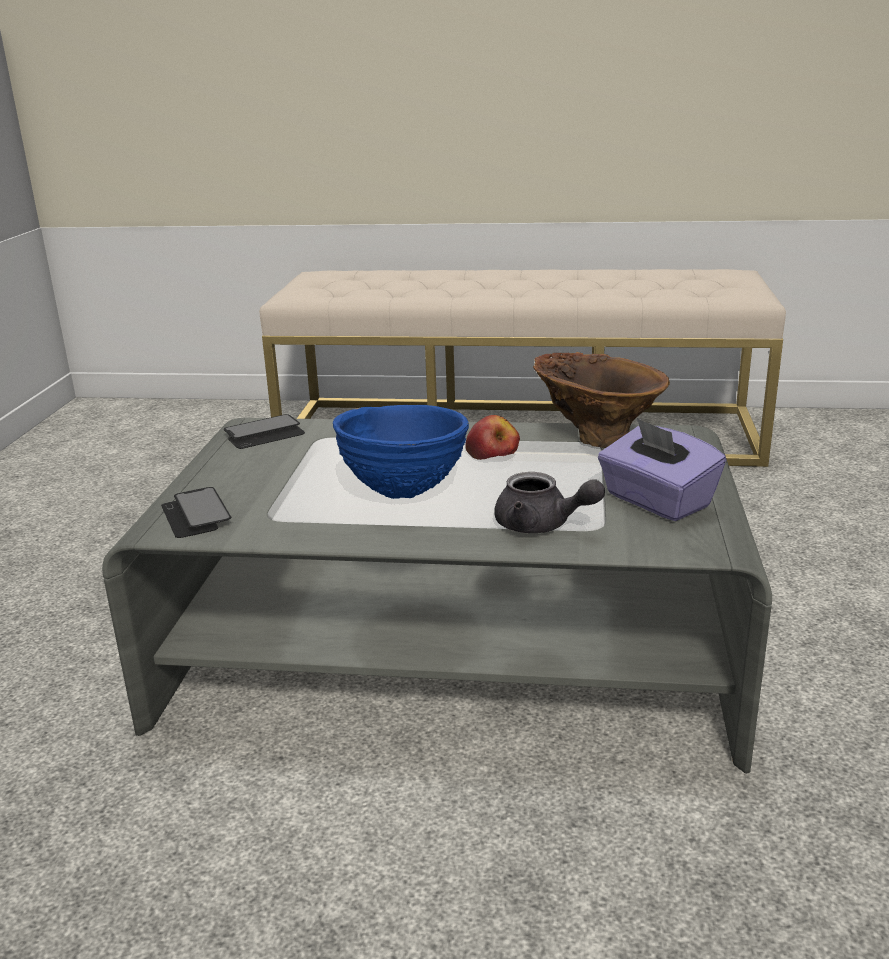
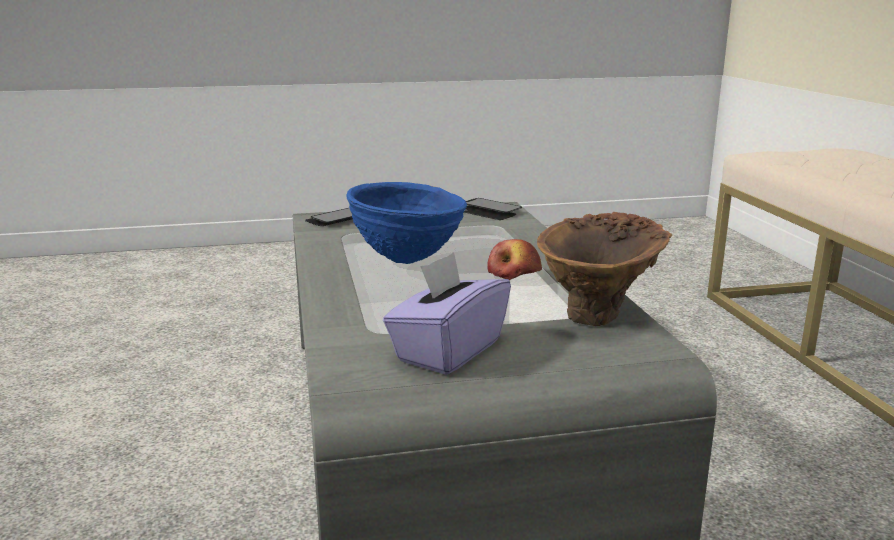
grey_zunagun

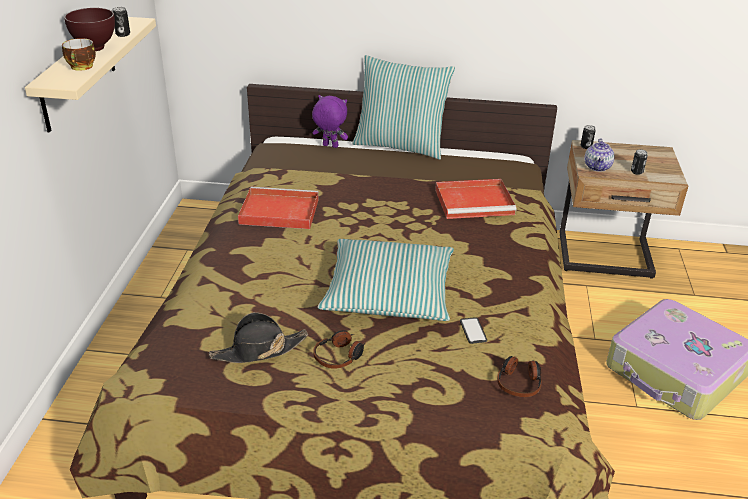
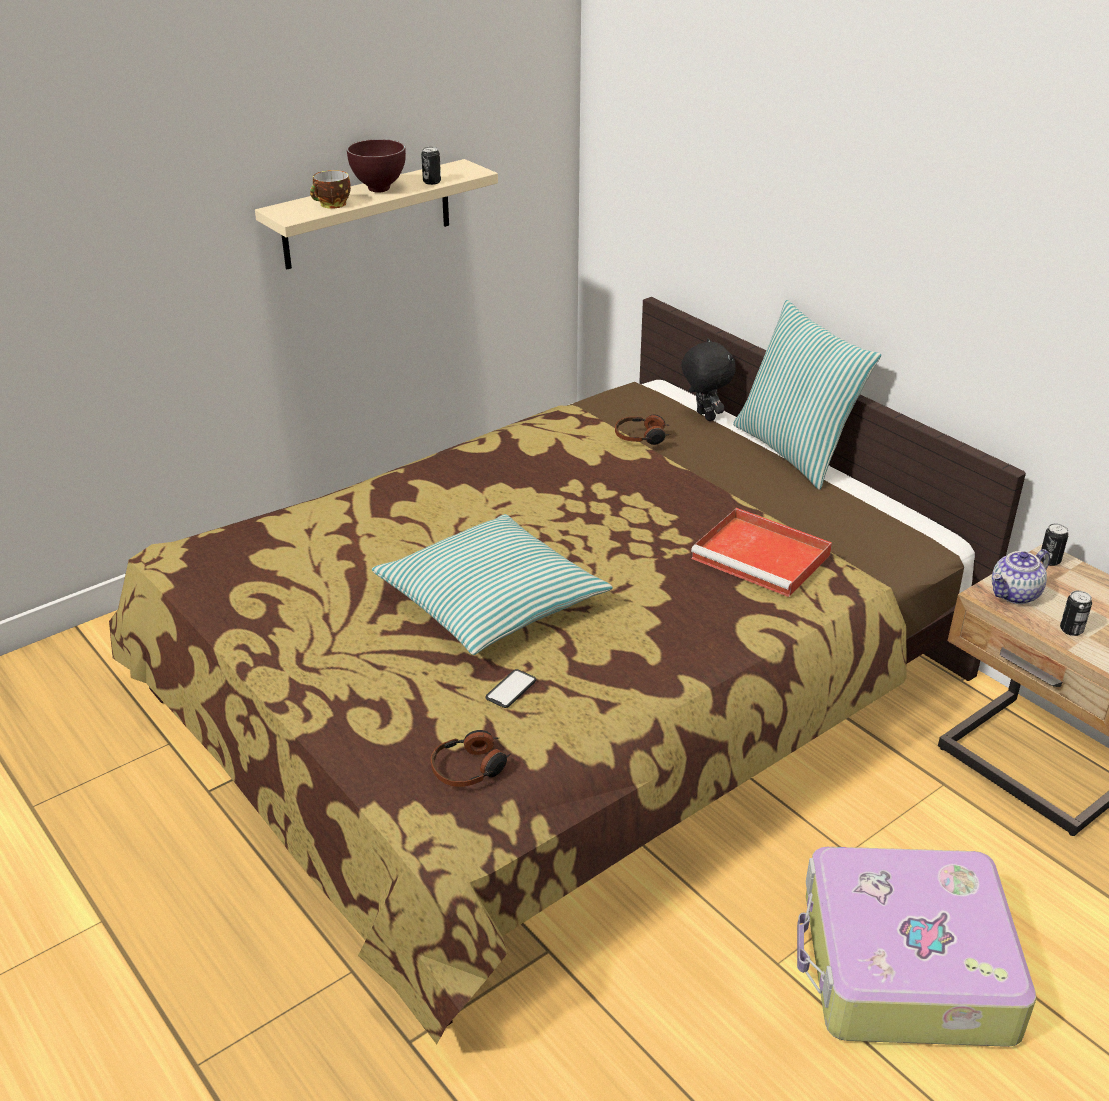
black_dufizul
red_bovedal (1st from left in the first image)
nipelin (2nd from left)
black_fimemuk

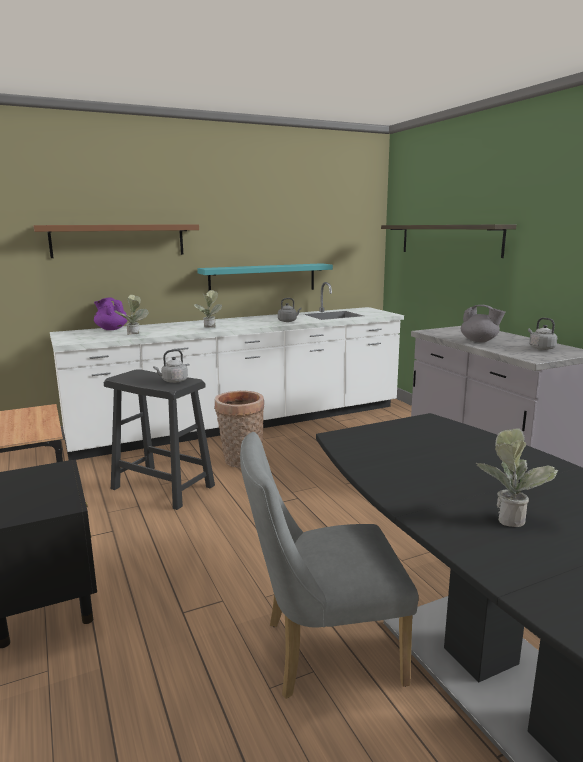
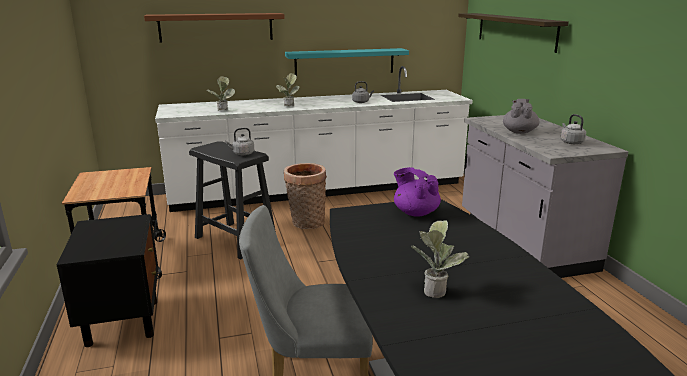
purple_zunagun
grey_zunagun

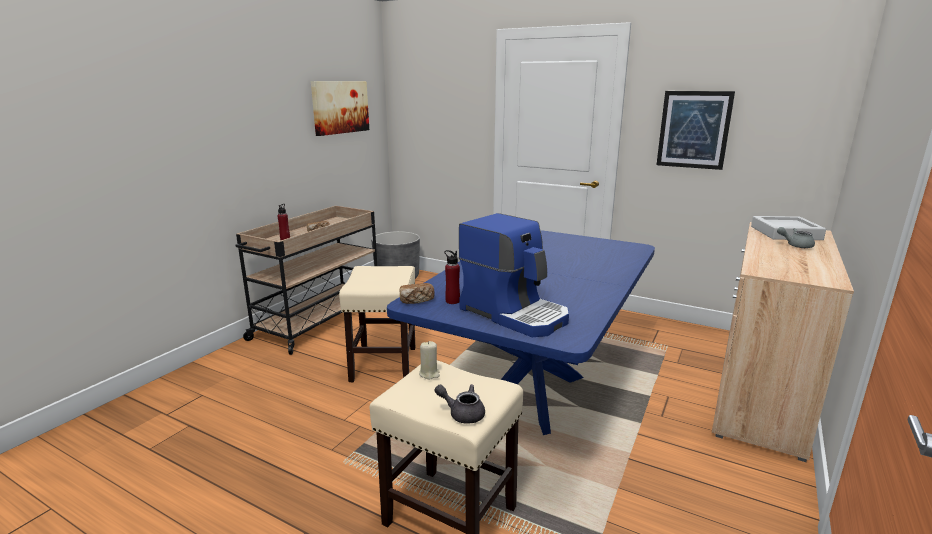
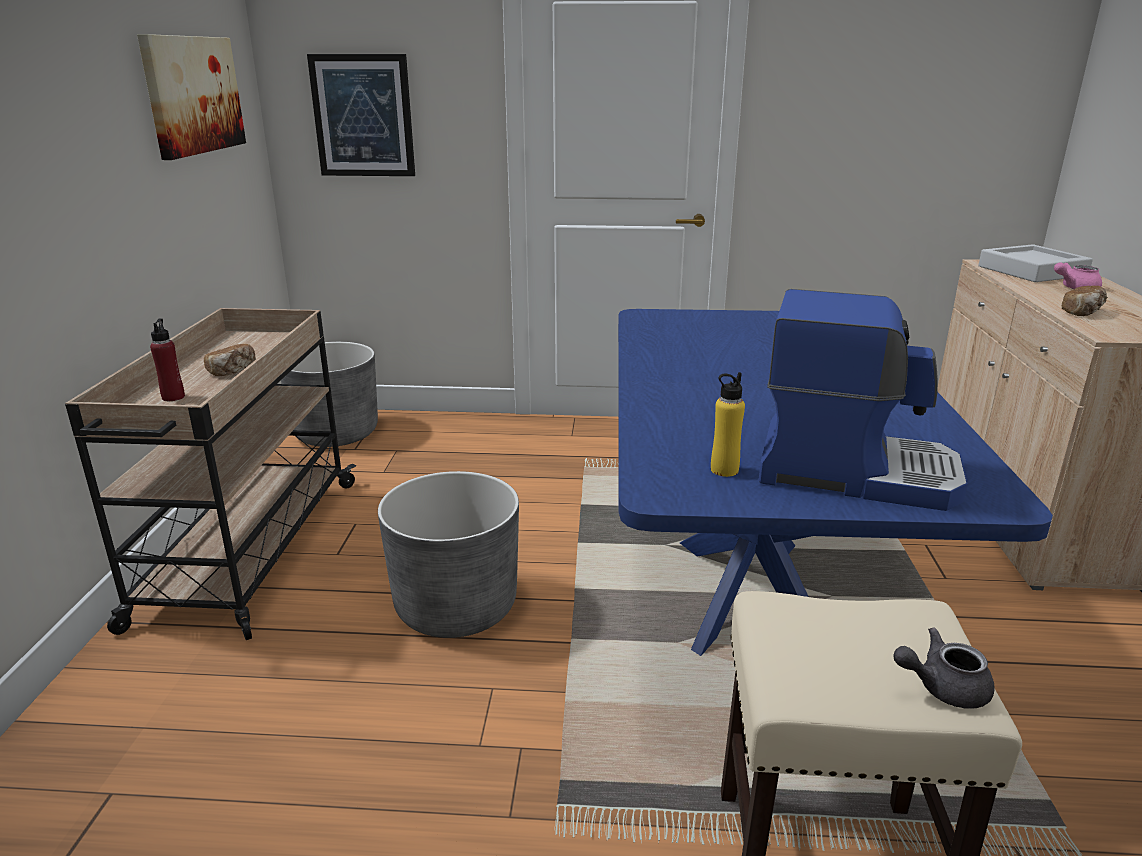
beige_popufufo
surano (2nd from left)
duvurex (2nd from left)
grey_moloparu (2nd from left)
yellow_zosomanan
pink_zunagun

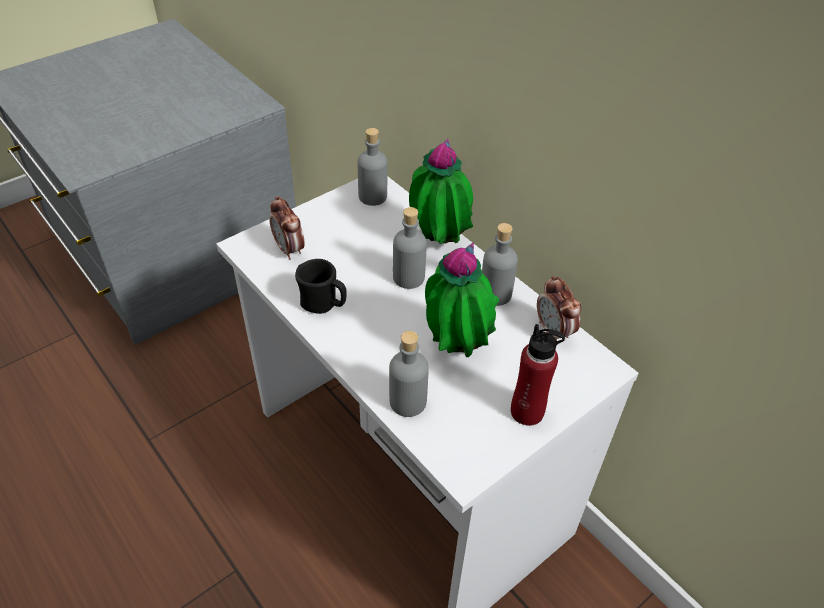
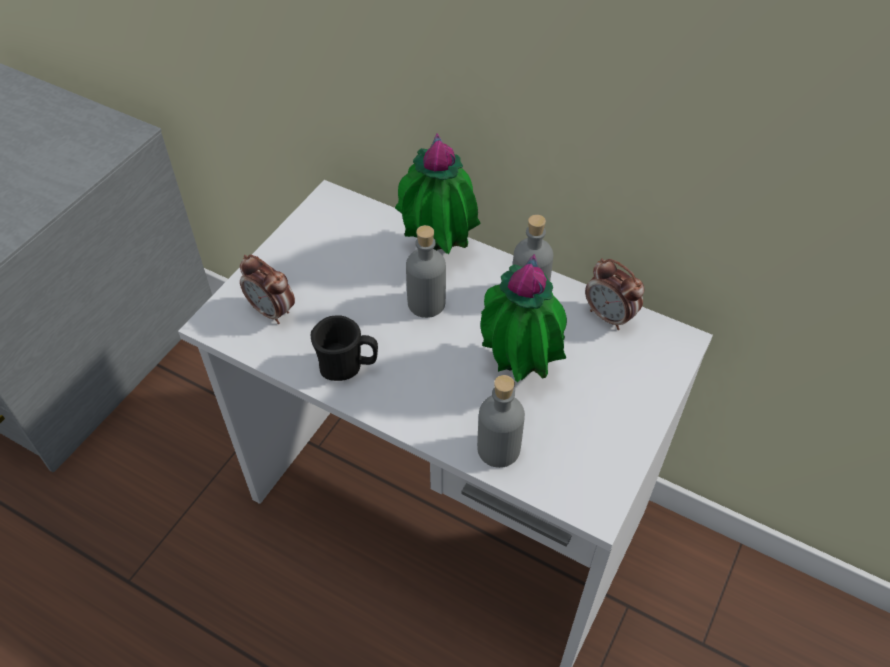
grey_zosomanan (1st from left in the first image)
red_zosomanan

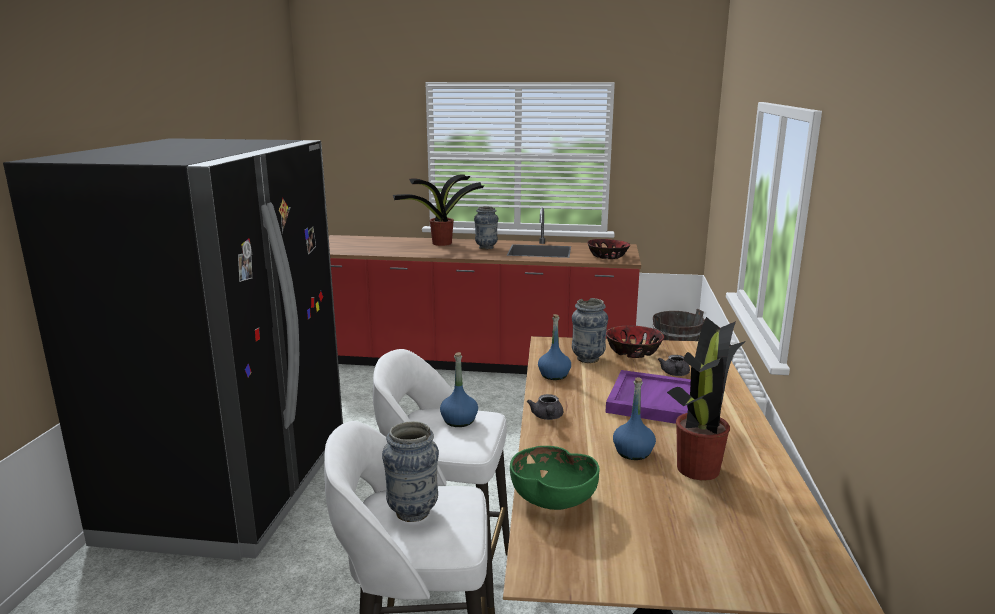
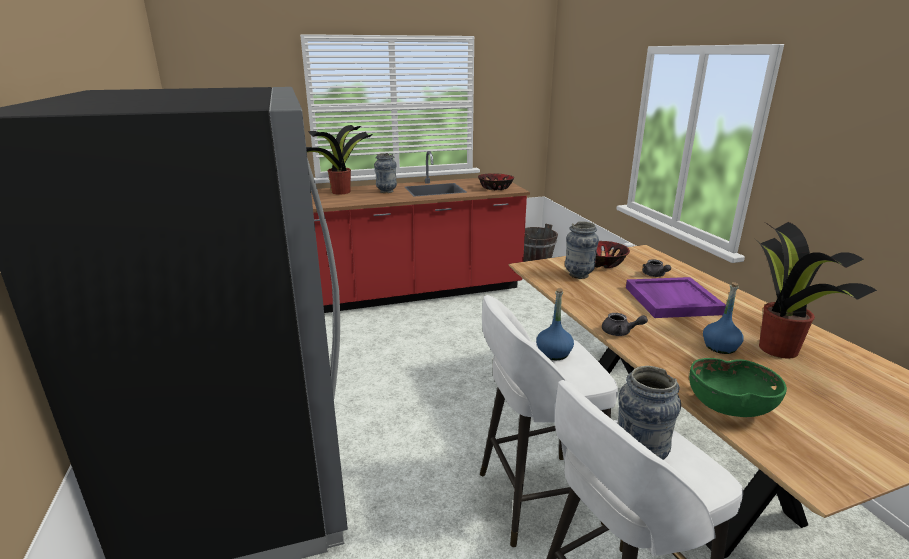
blue_zosomanan (2nd from left in the first image)
grey_zunagun (1st from left)

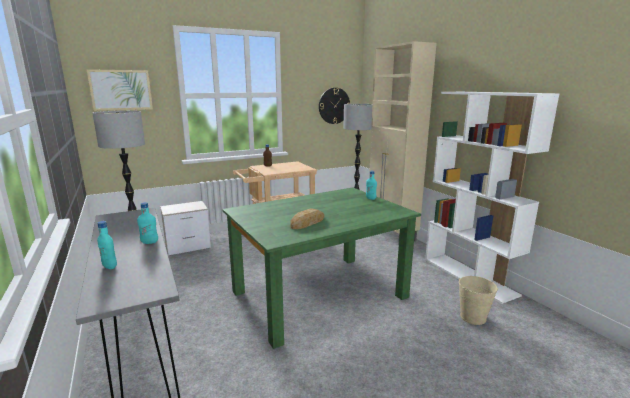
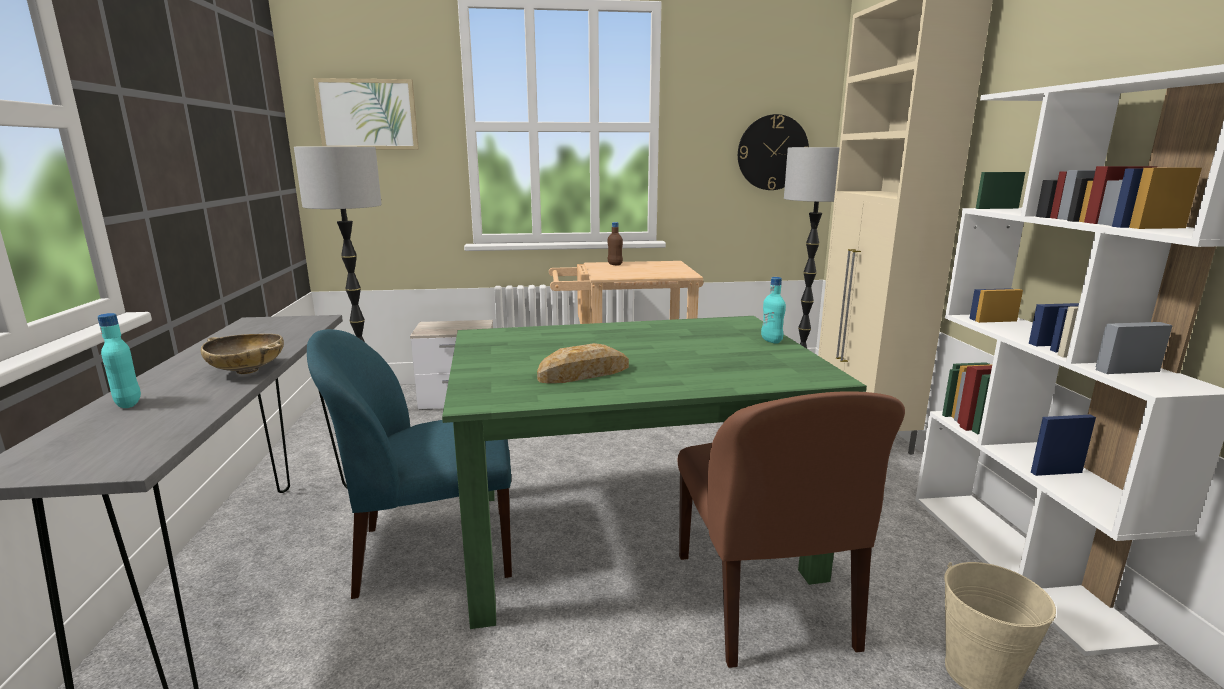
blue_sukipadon
brown_sukipadon
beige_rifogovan

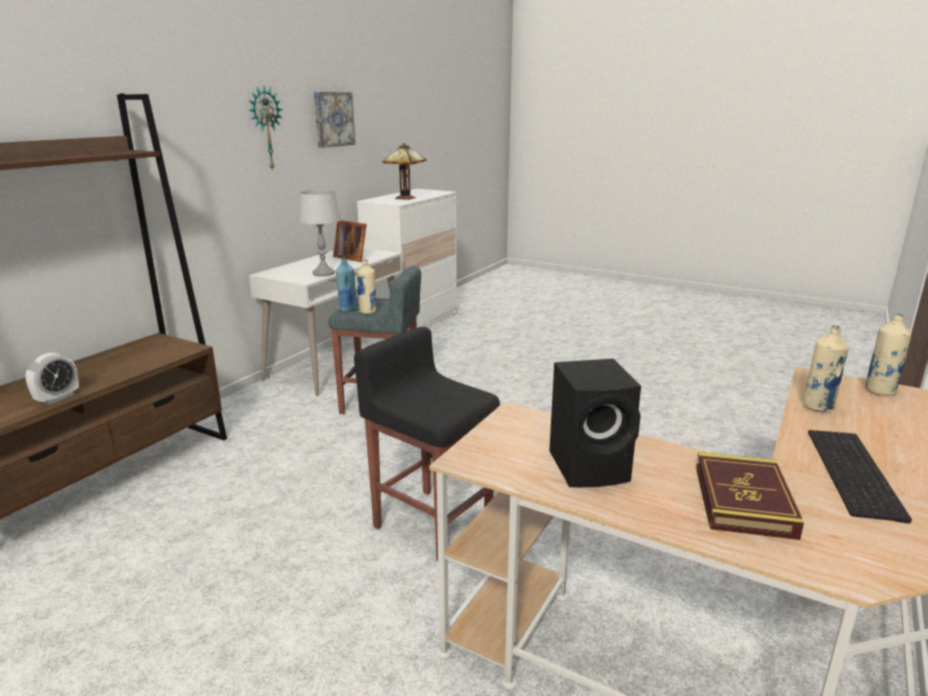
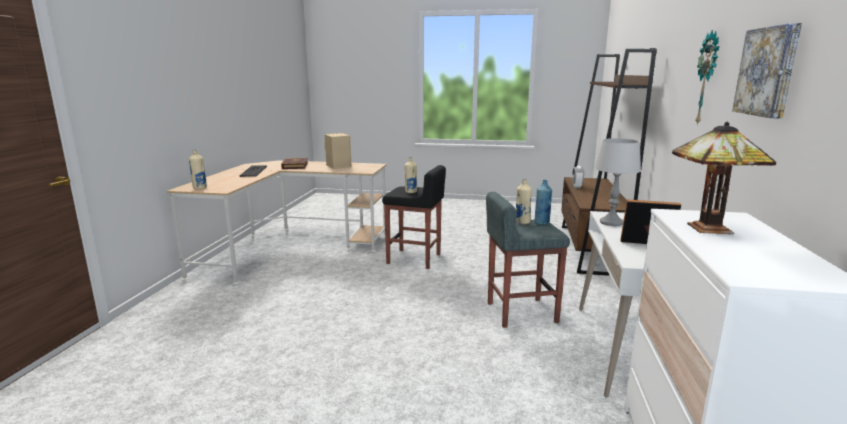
beige_zosomanan (2nd from left)
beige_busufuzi

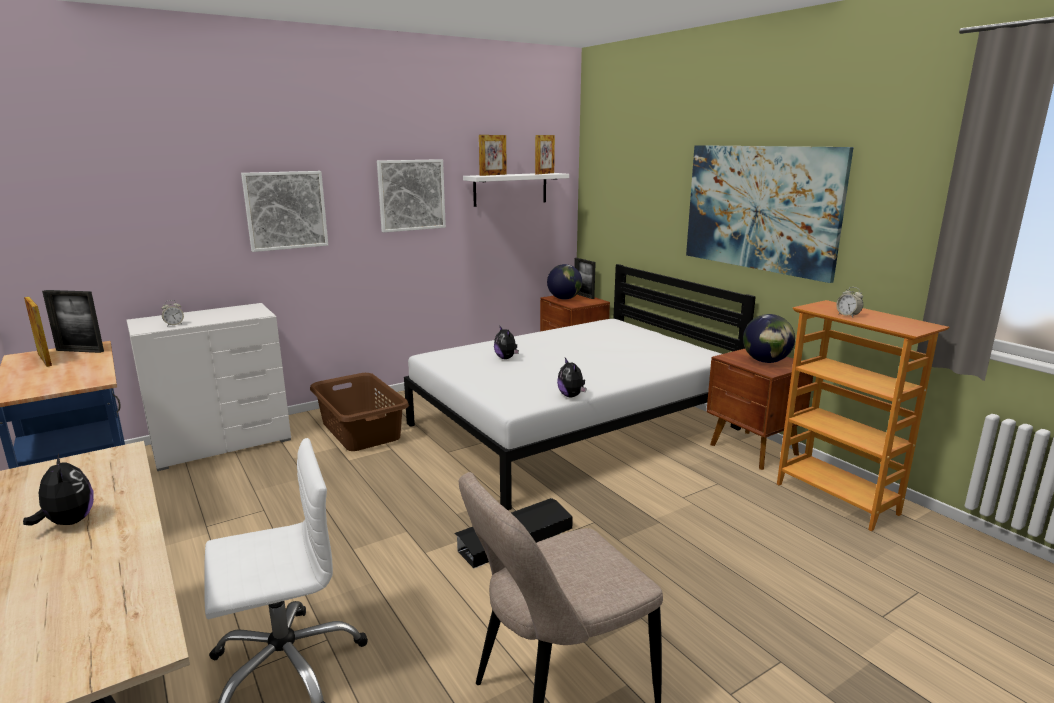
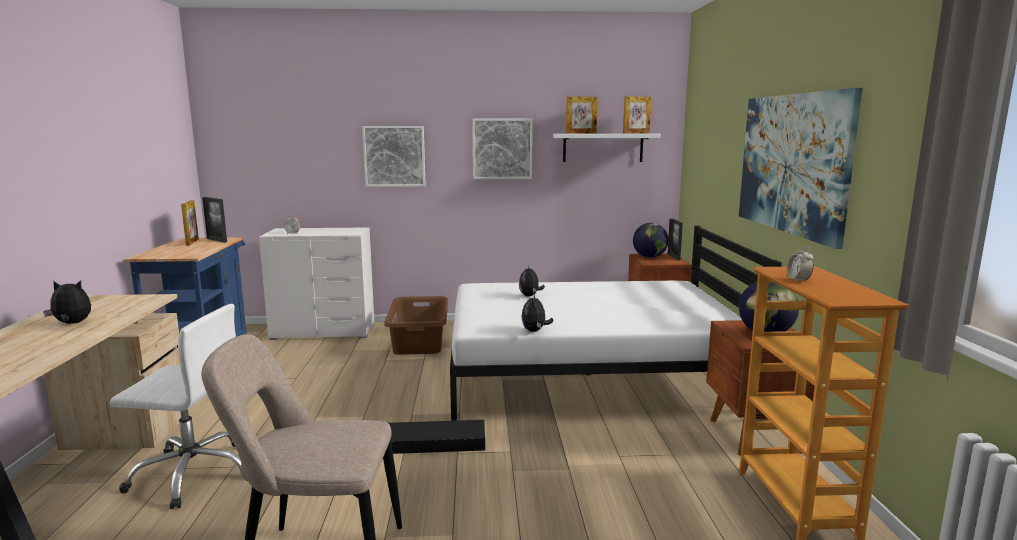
fimemuk (1st from left)

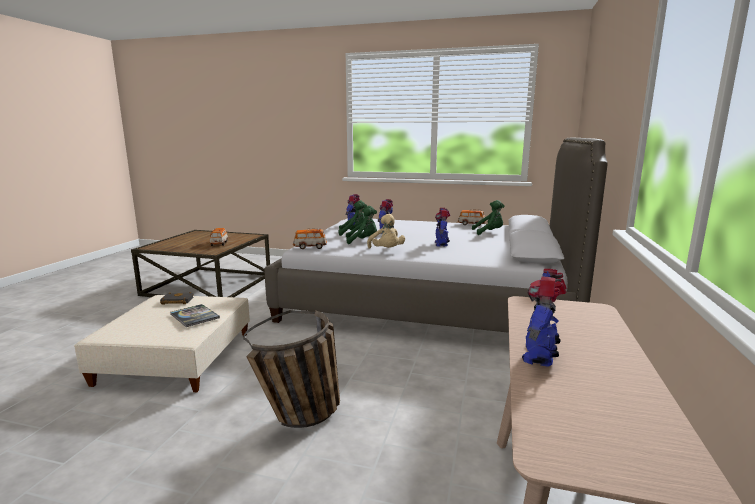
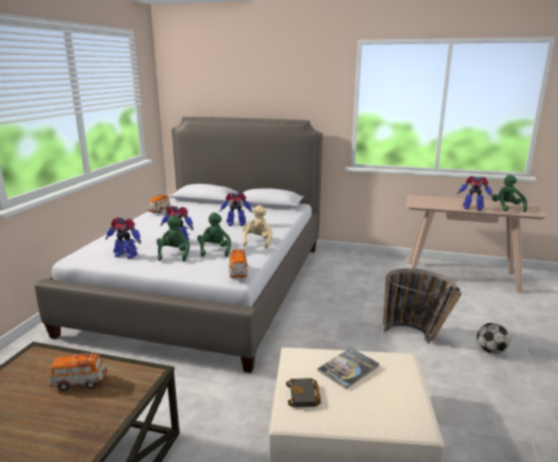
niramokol
green_fimemuk (3rd from left)
beige_fimemuk

